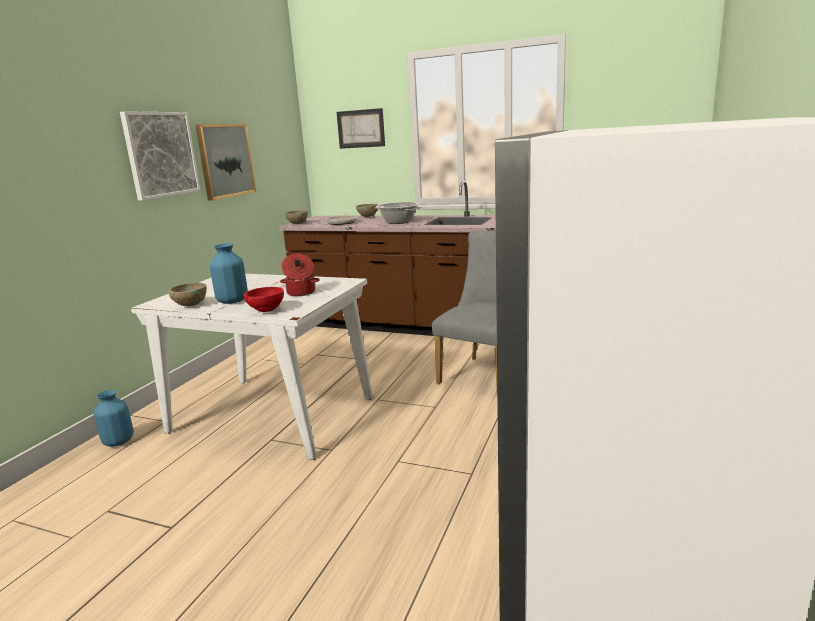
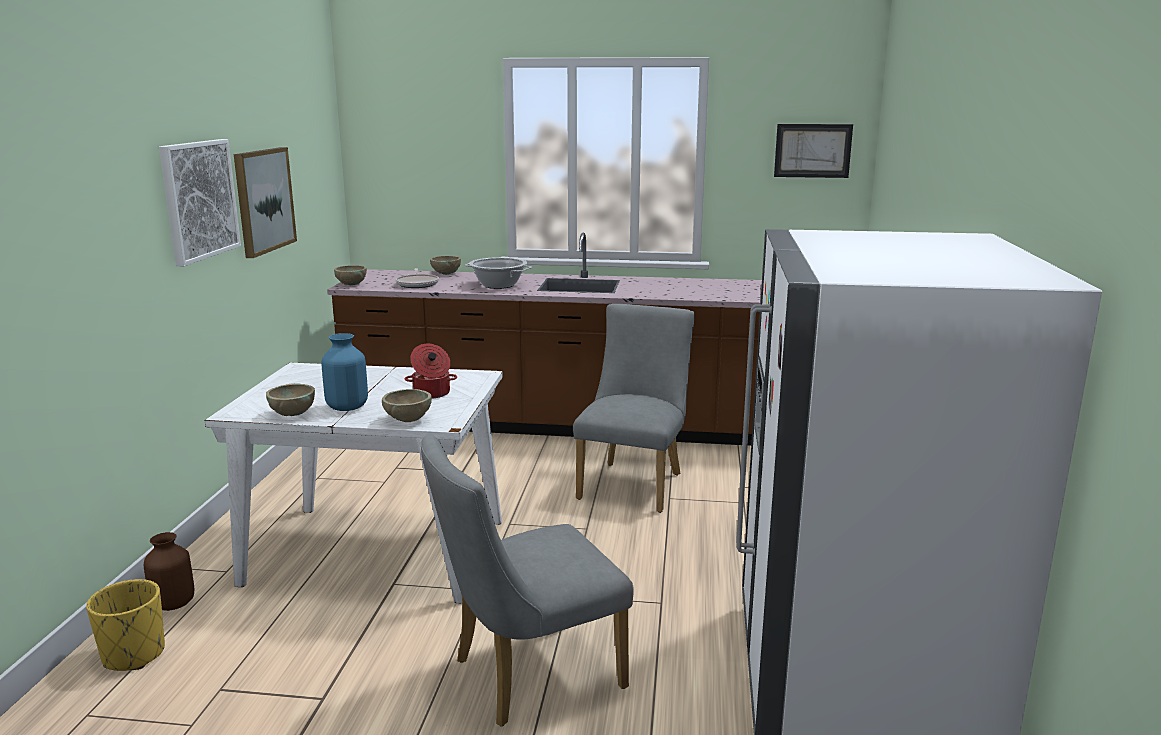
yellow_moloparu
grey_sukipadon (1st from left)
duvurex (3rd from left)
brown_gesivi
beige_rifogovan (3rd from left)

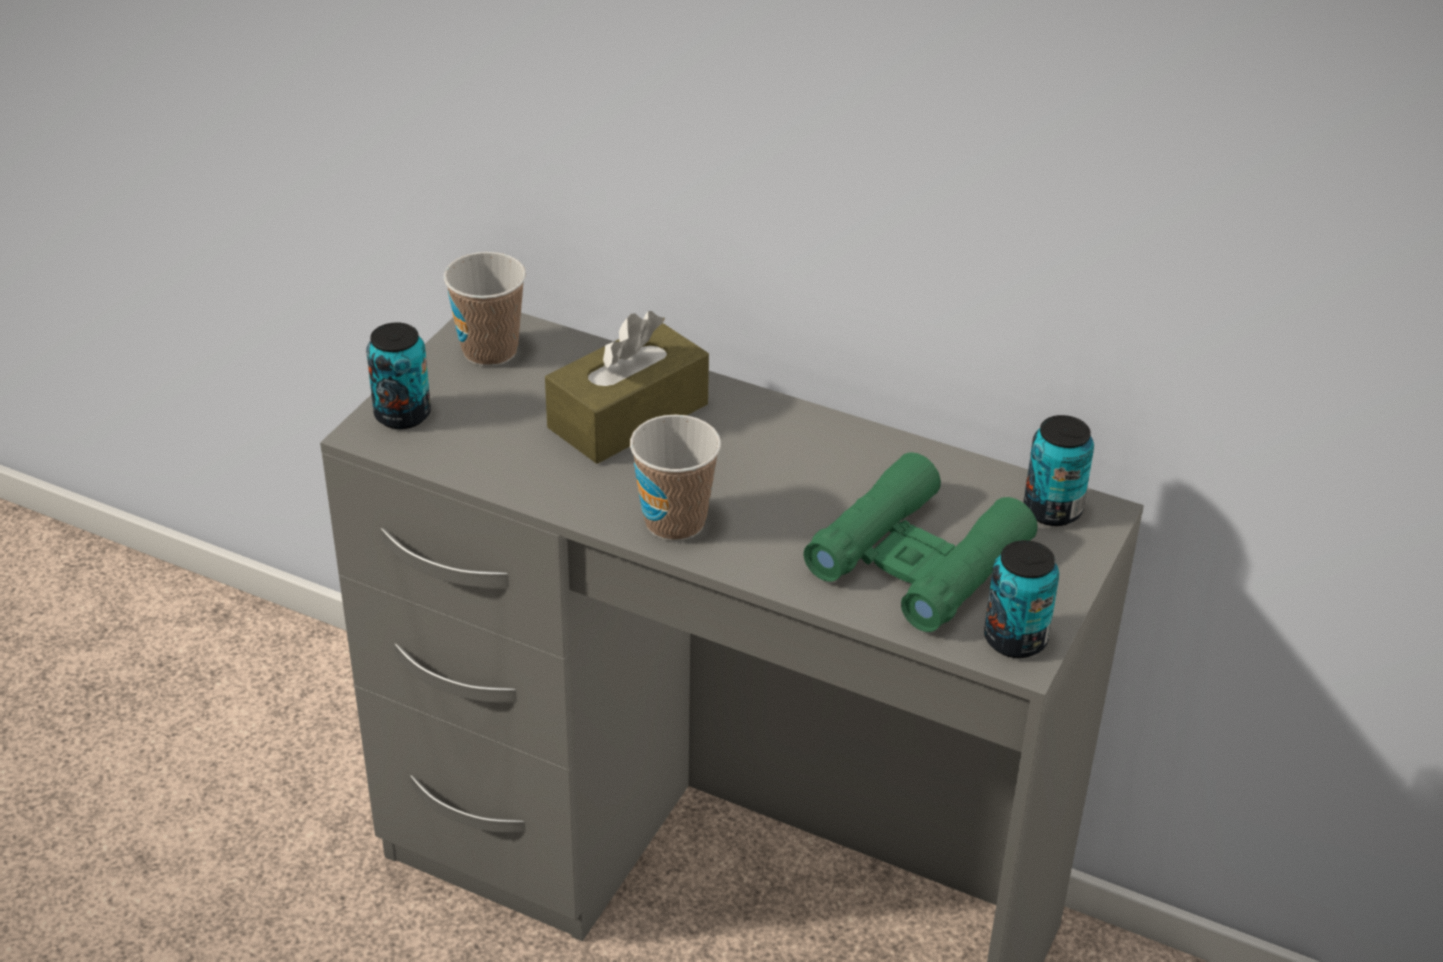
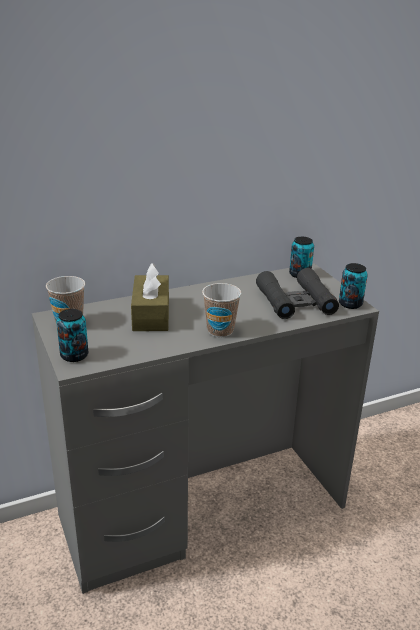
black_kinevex

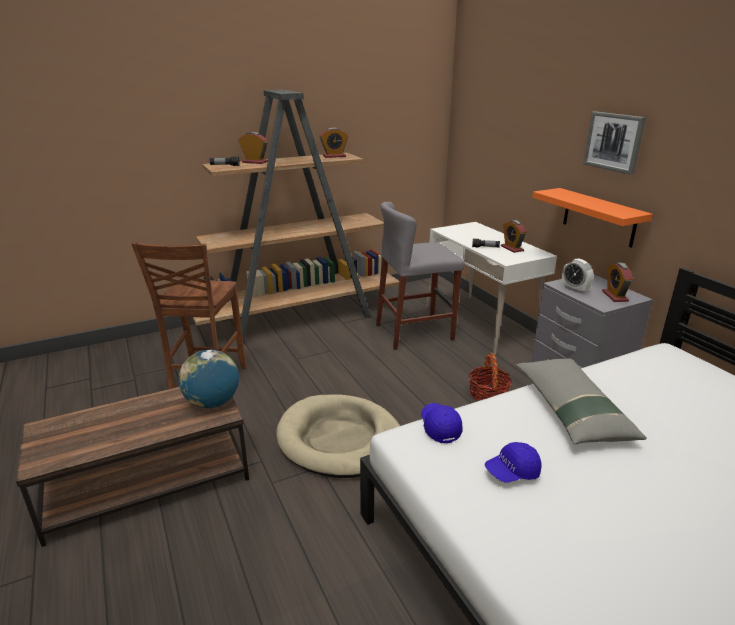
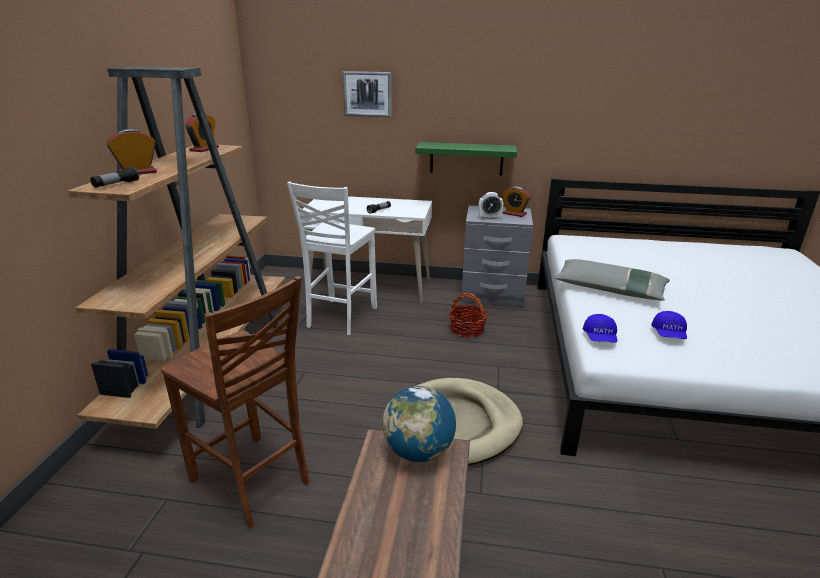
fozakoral (3rd from left in the first image)
duvurex
white_sukipadon
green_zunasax
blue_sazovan (1st from left)

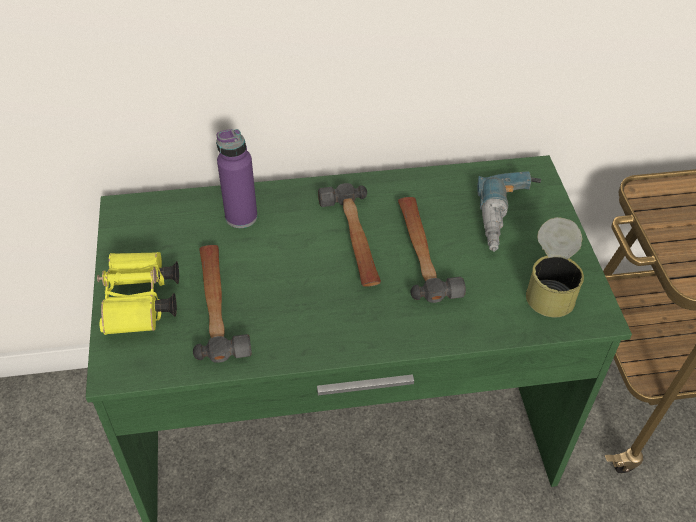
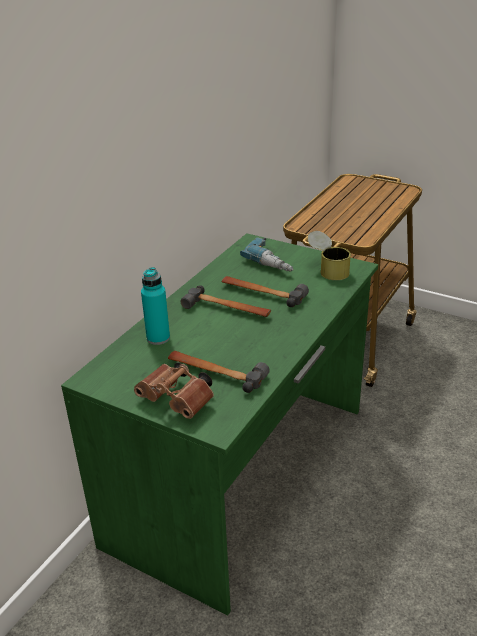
brown_kinevex
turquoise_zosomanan

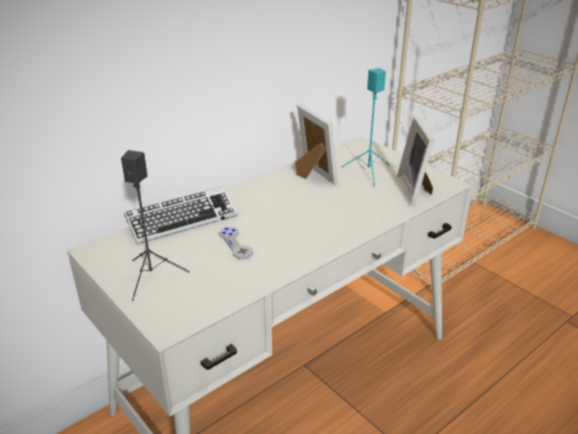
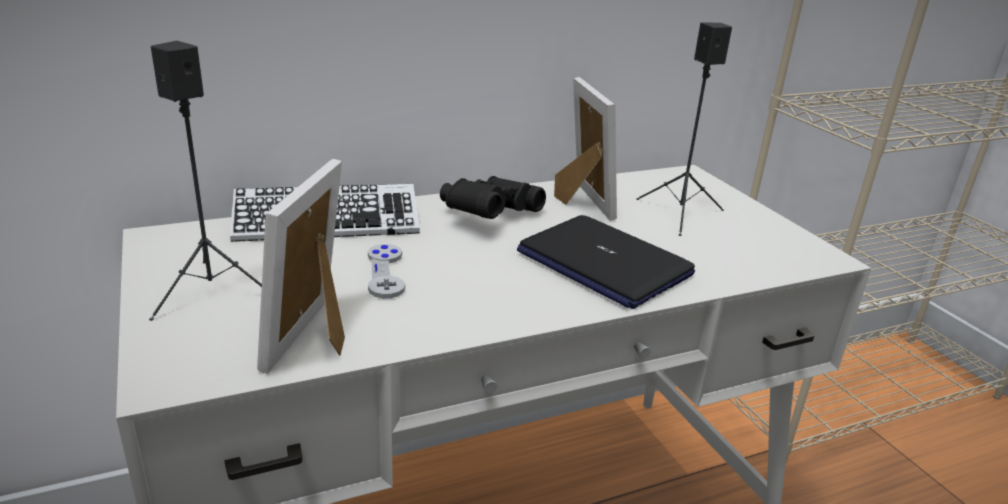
black_kinevex
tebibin
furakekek (1st from left)
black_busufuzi (2nd from left)

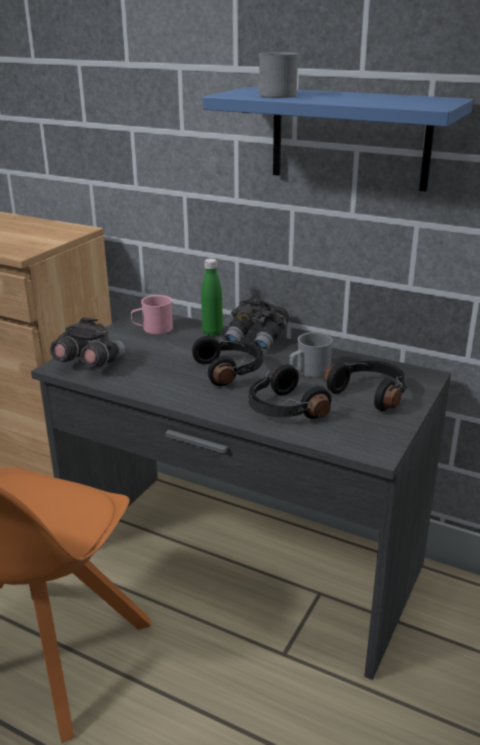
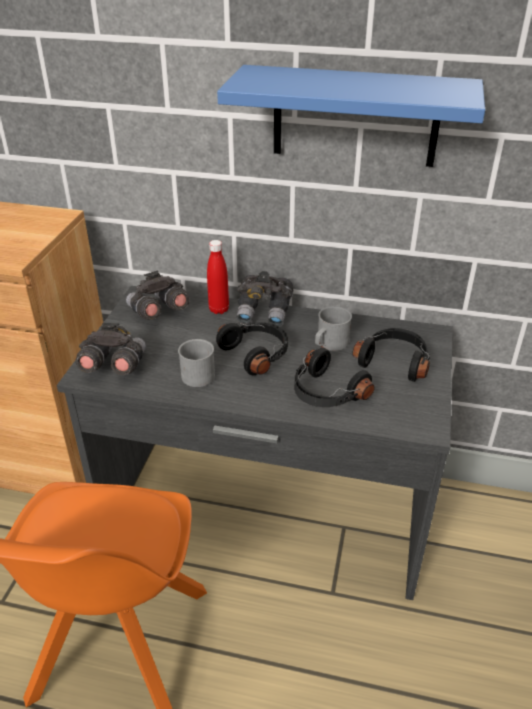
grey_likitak (1st from left)
grey_kinevex (2nd from left)
red_zosomanan

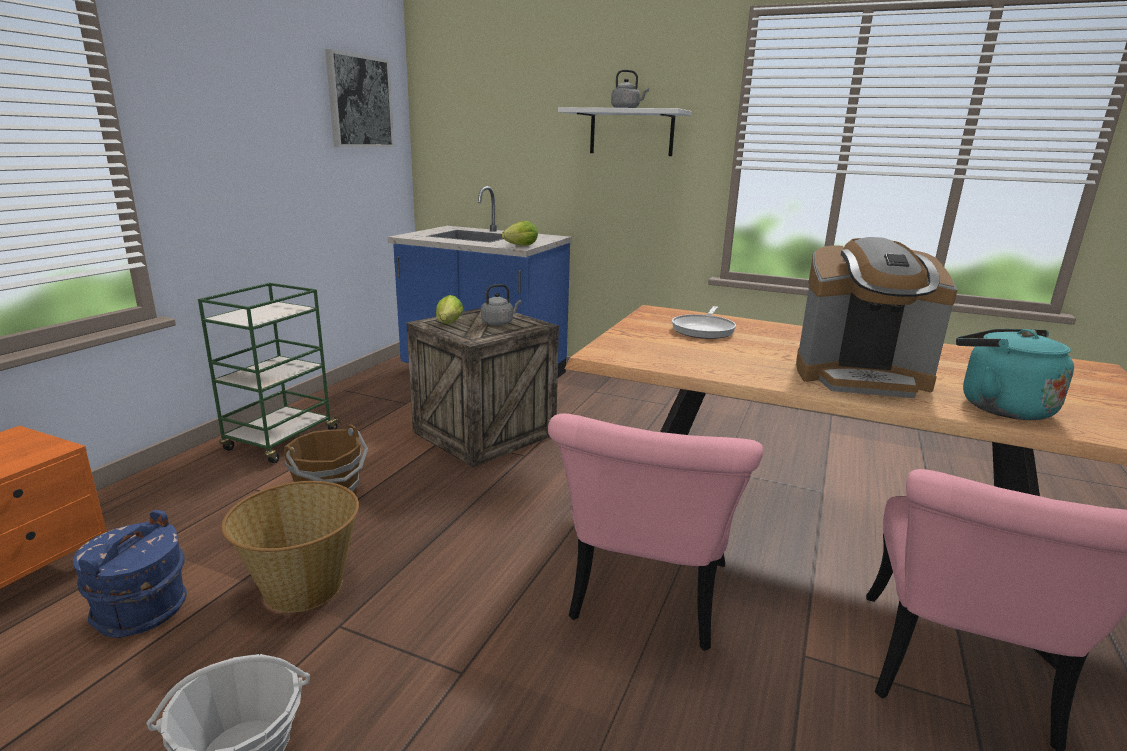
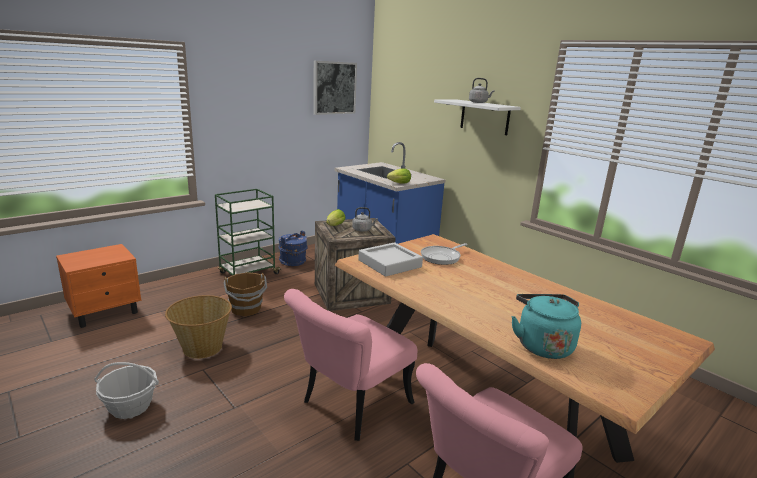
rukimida
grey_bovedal
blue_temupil

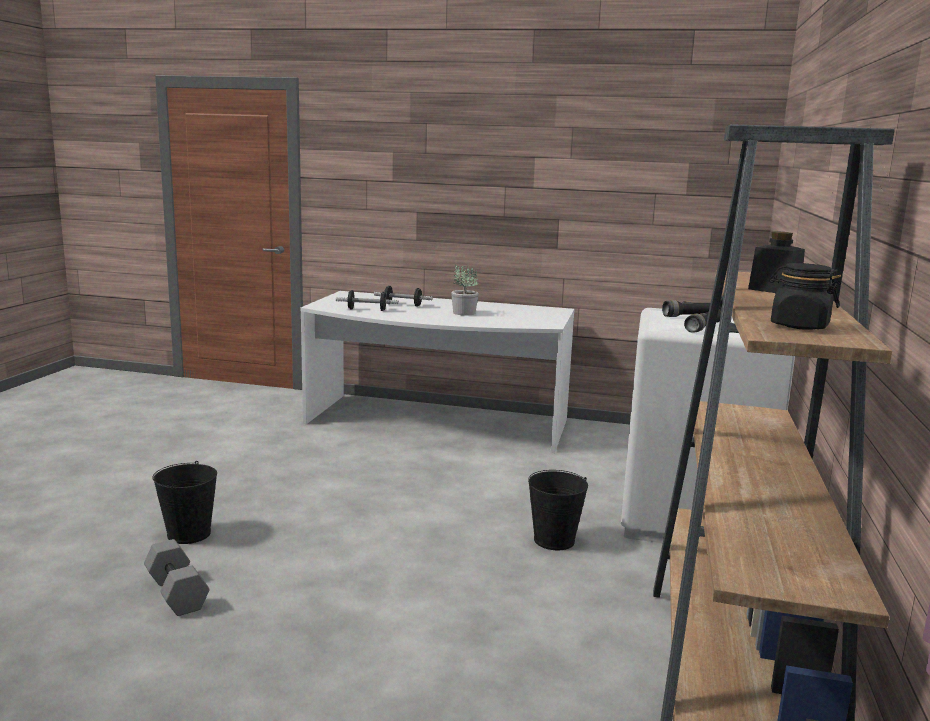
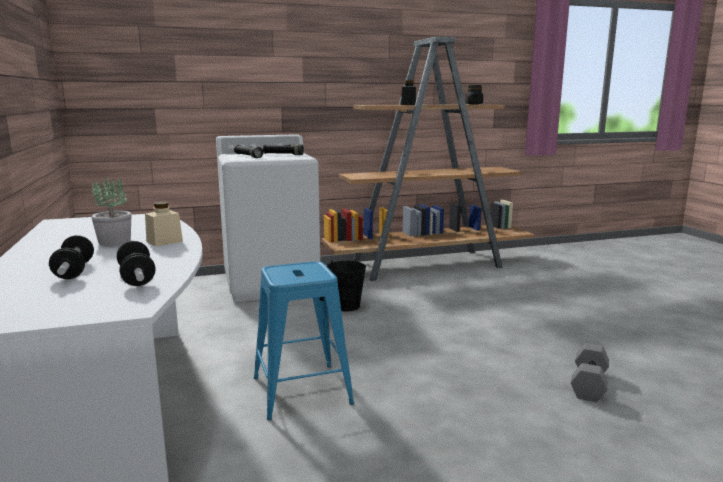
black_temupil (1st from left in the first image)
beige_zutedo
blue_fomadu

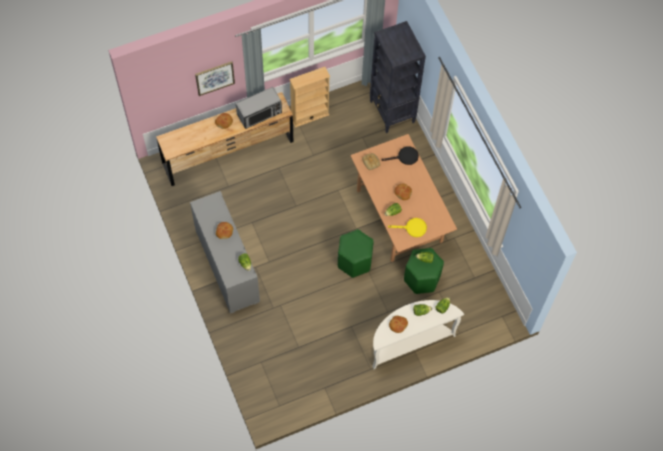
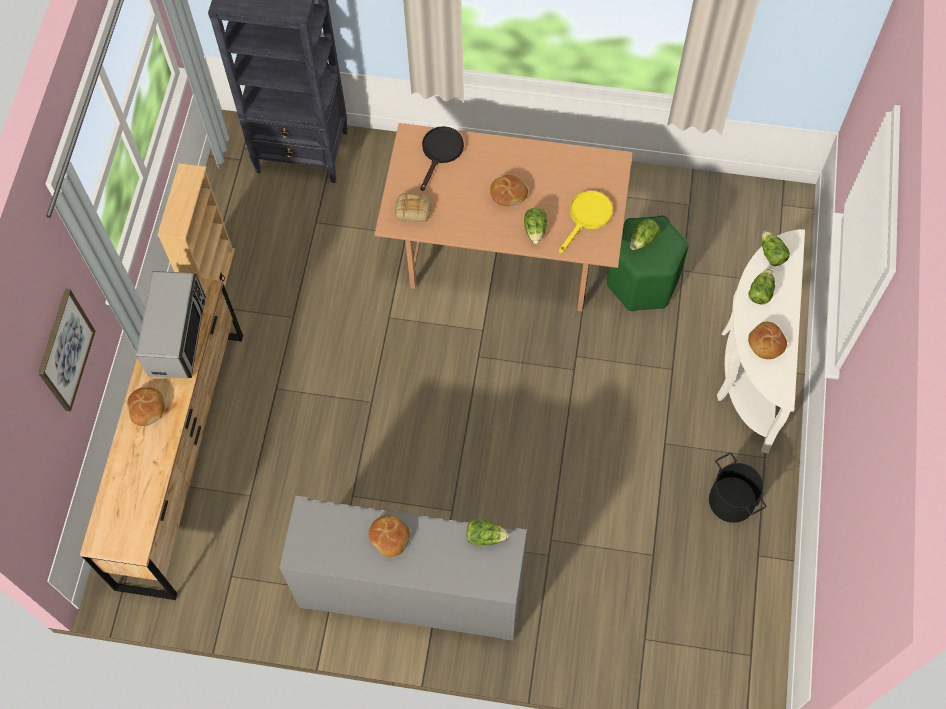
green_fomadu (1st from left in the first image)
black_temupil

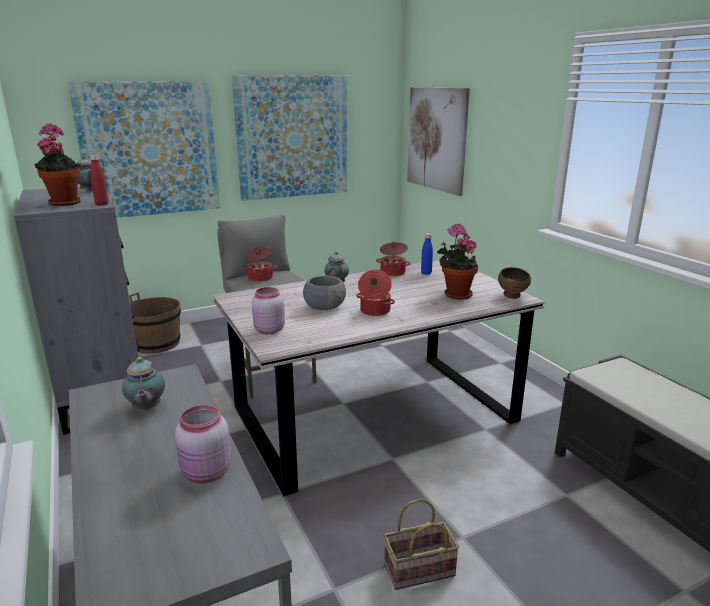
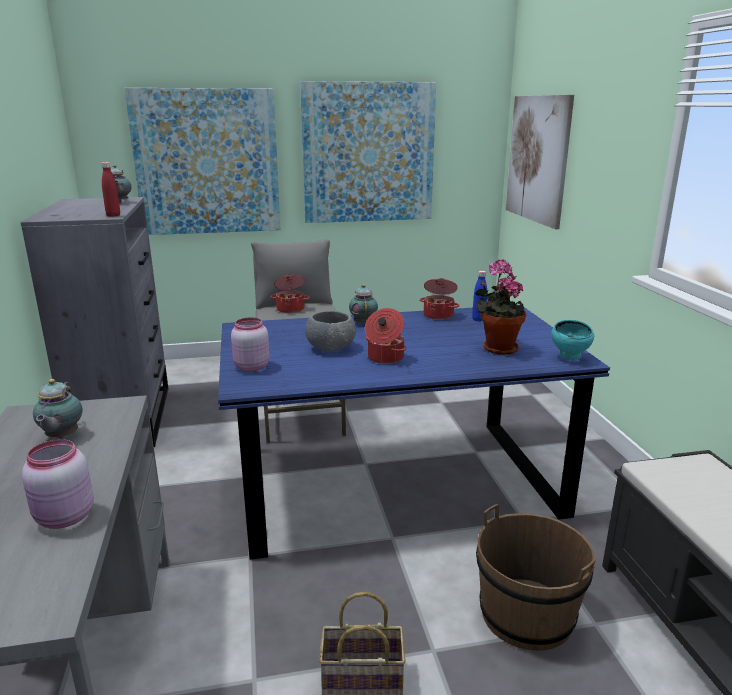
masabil (1st from left in the first image)
brown_temupil
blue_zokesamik
turquoise_rifogovan

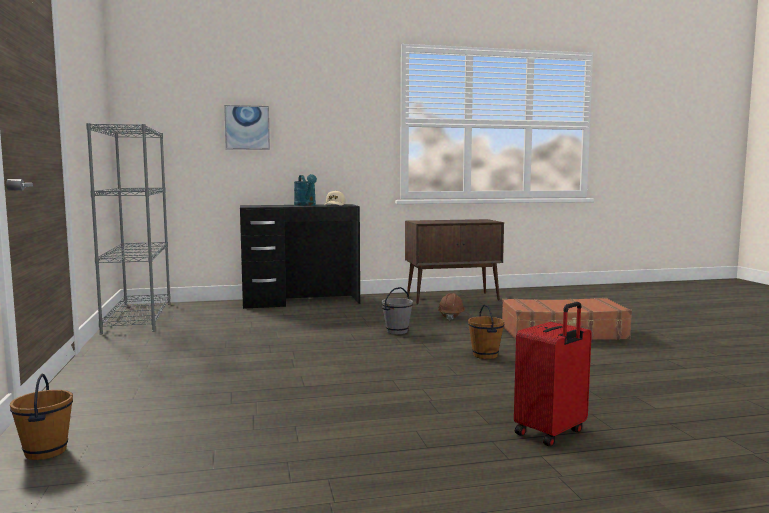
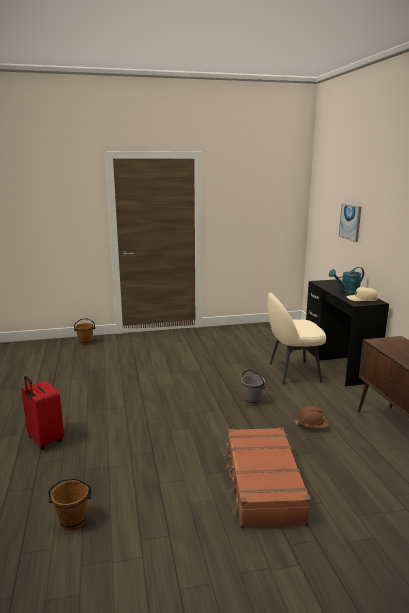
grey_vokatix
beige_sukipadon
brown_temupil (1st from left)

